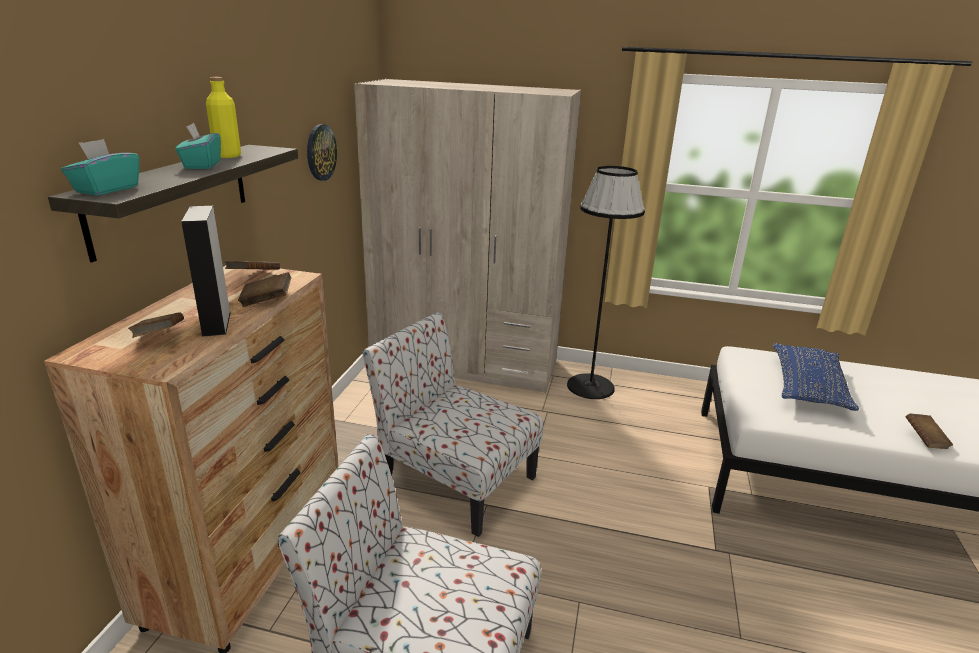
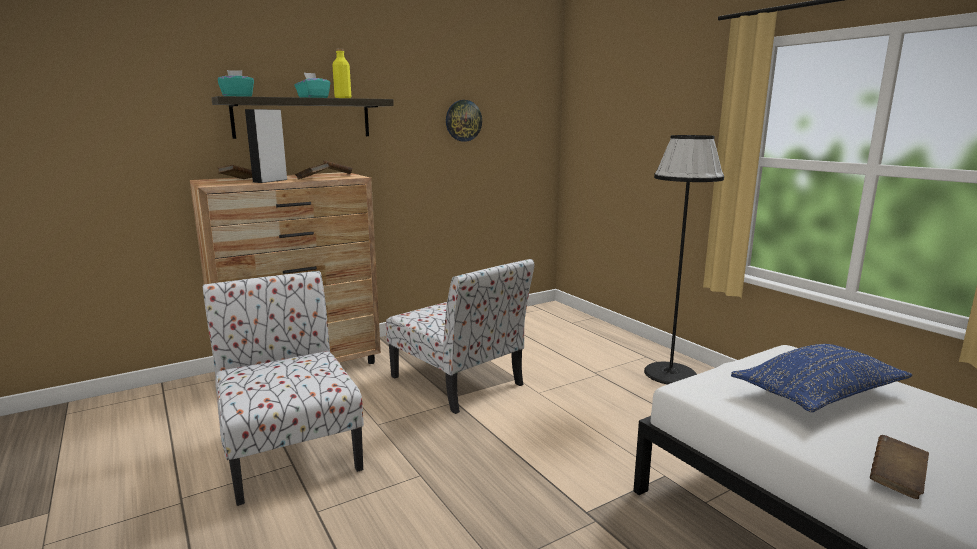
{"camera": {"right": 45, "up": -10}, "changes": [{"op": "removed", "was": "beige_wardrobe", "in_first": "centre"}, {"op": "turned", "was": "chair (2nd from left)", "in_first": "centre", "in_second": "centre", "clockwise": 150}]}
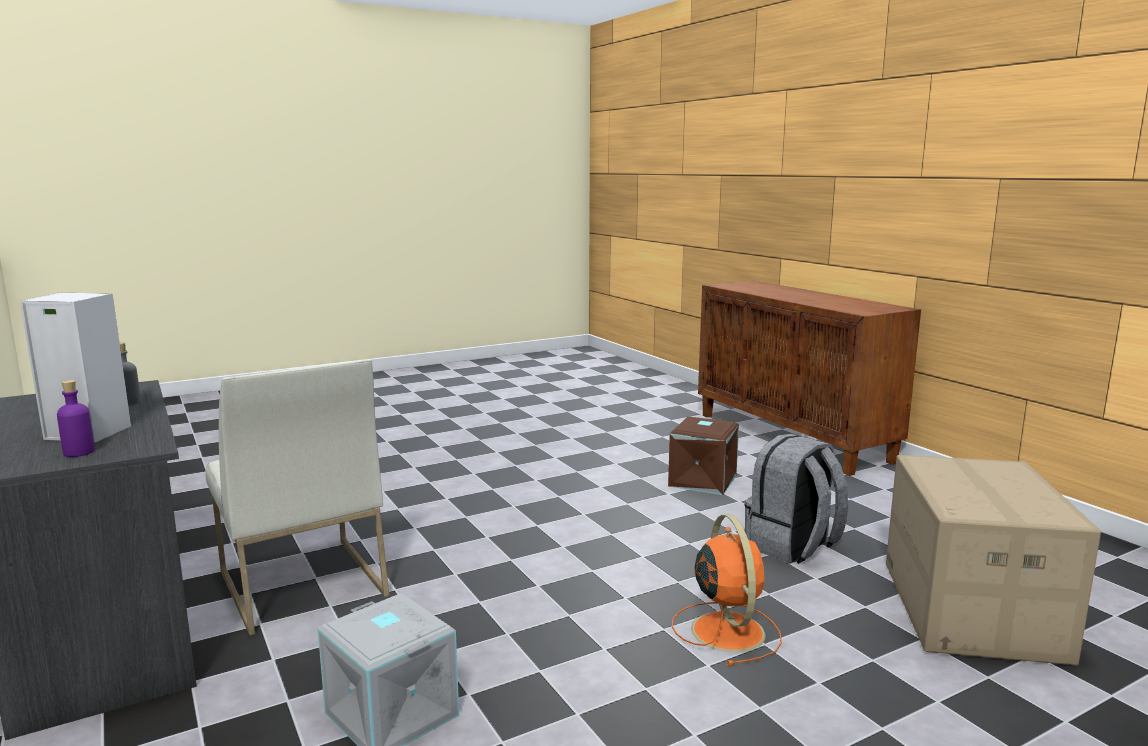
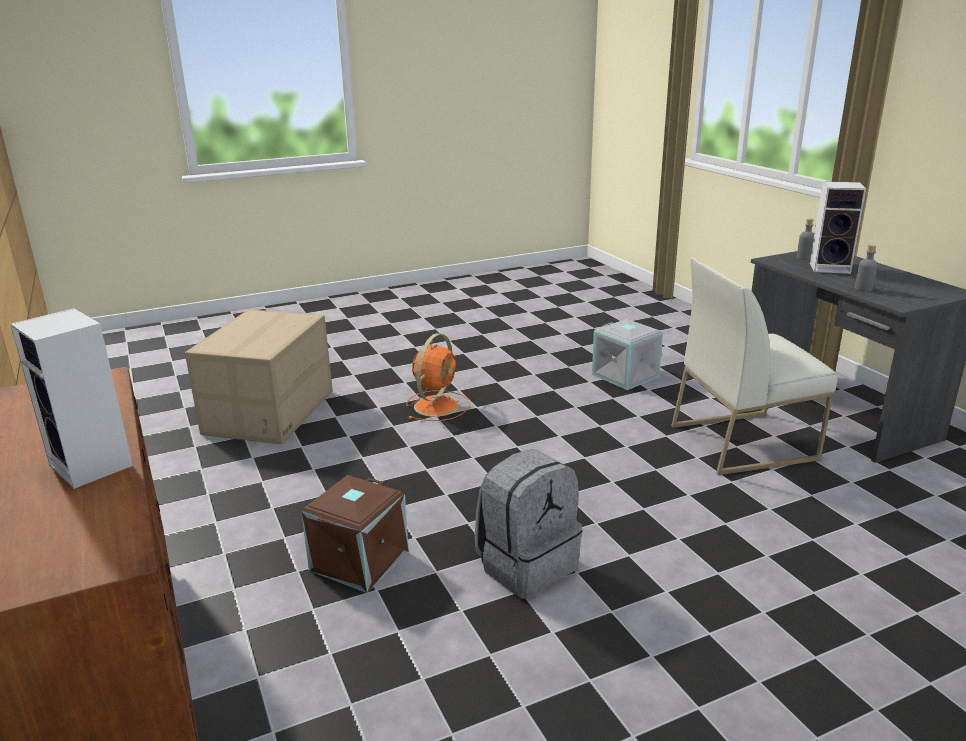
{"camera": {"right": -175, "up": 10}, "changes": [{"op": "added", "now": "speaker (1st from left)", "in_second": "middle left"}, {"op": "moved", "was": "grey_backpack", "in_first": "bottom right", "in_second": "bottom centre"}, {"op": "recoloured", "was": "purple_bottle", "now": "grey_bottle (1st from left)", "in_first": "middle left", "in_second": "top right"}, {"op": "turned", "was": "white_chair", "in_first": "middle left", "in_second": "middle right", "clockwise": -75}, {"op": "turned", "was": "orange_fan", "in_first": "bottom centre", "in_second": "centre", "clockwise": -150}]}
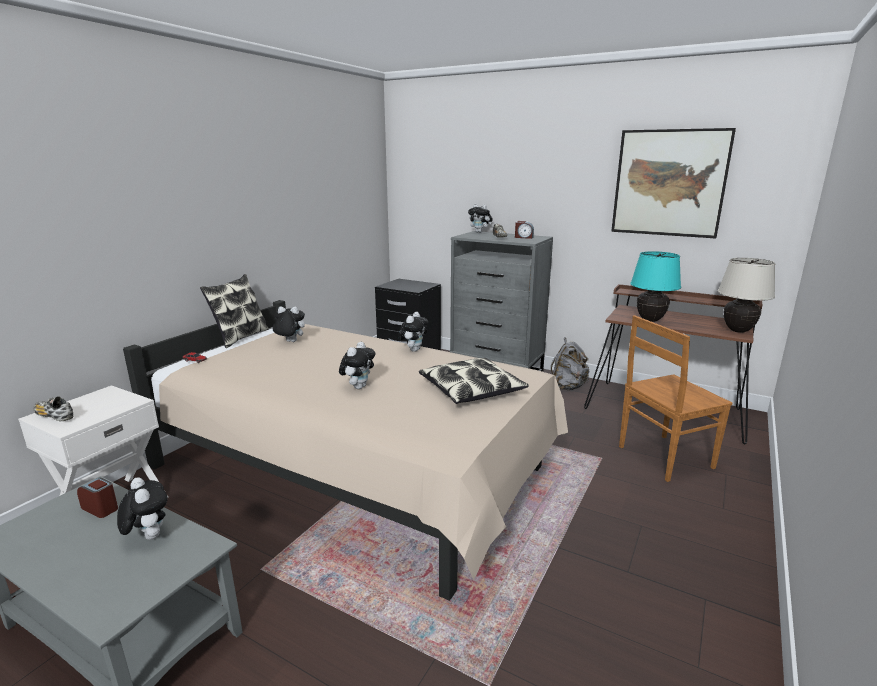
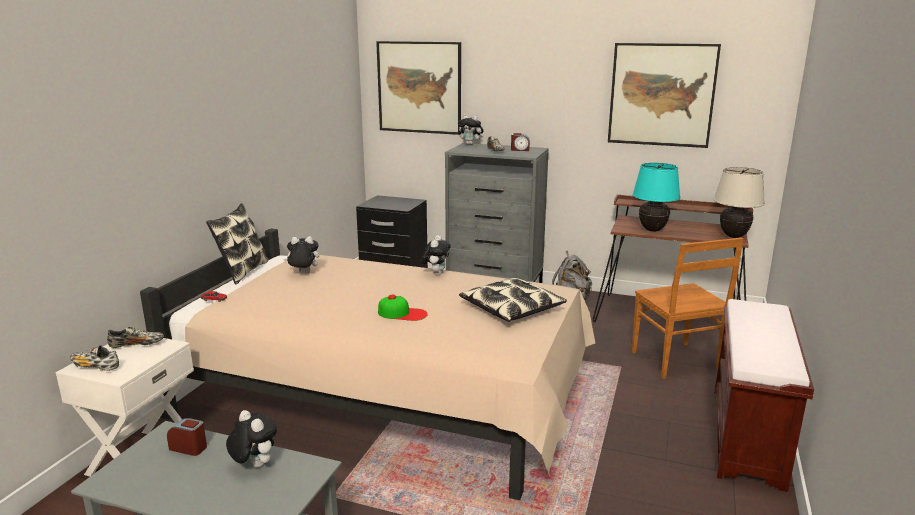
{"camera": {"right": -10, "up": 0}, "changes": [{"op": "added", "now": "shoe (2nd from left)", "in_second": "middle left"}, {"op": "added", "now": "picture (1st from left)", "in_second": "top centre"}, {"op": "added", "now": "brown_bench", "in_second": "bottom right"}, {"op": "replaced", "was": "plush_toy (3rd from left)", "now": "cap", "in_first": "centre", "in_second": "centre"}, {"op": "turned", "was": "brown_chair", "in_first": "middle right", "in_second": "middle right", "clockwise": -75}]}
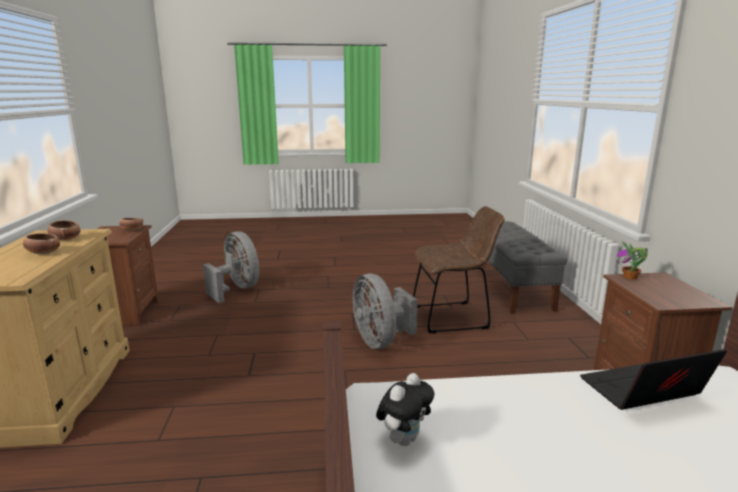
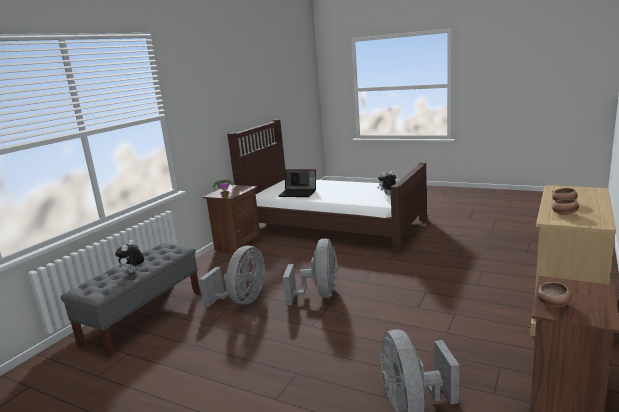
{"camera": {"right": -145, "up": 0}, "changes": [{"op": "added", "now": "plush_toy (1st from left)", "in_second": "middle left"}, {"op": "replaced", "was": "brown_chair", "now": "grey_fan (1st from left)", "in_first": "centre", "in_second": "bottom centre"}]}
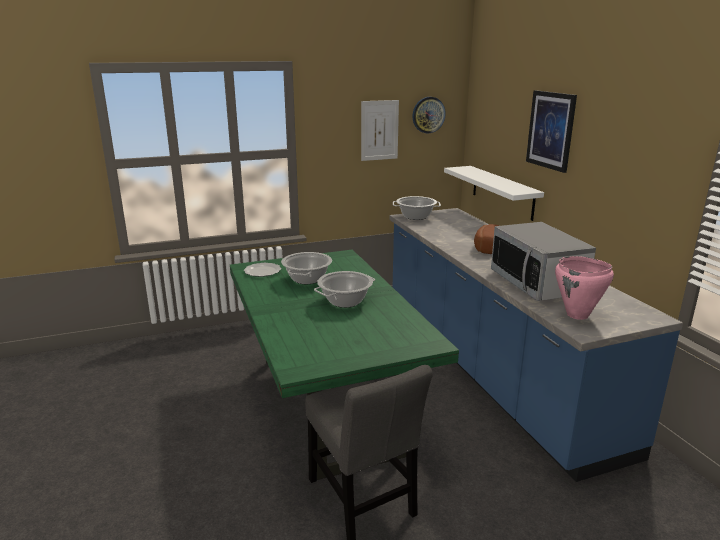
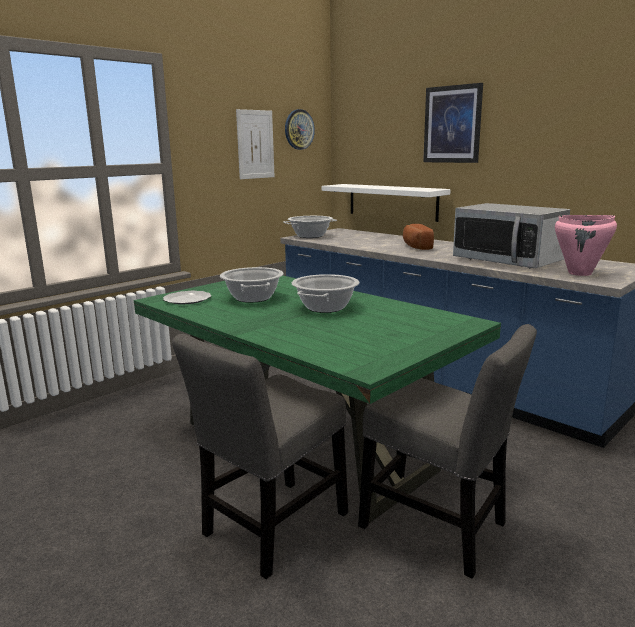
{"camera": {"right": -25, "up": -5}, "changes": [{"op": "added", "now": "grey_chair (1st from left)", "in_second": "bottom centre"}]}
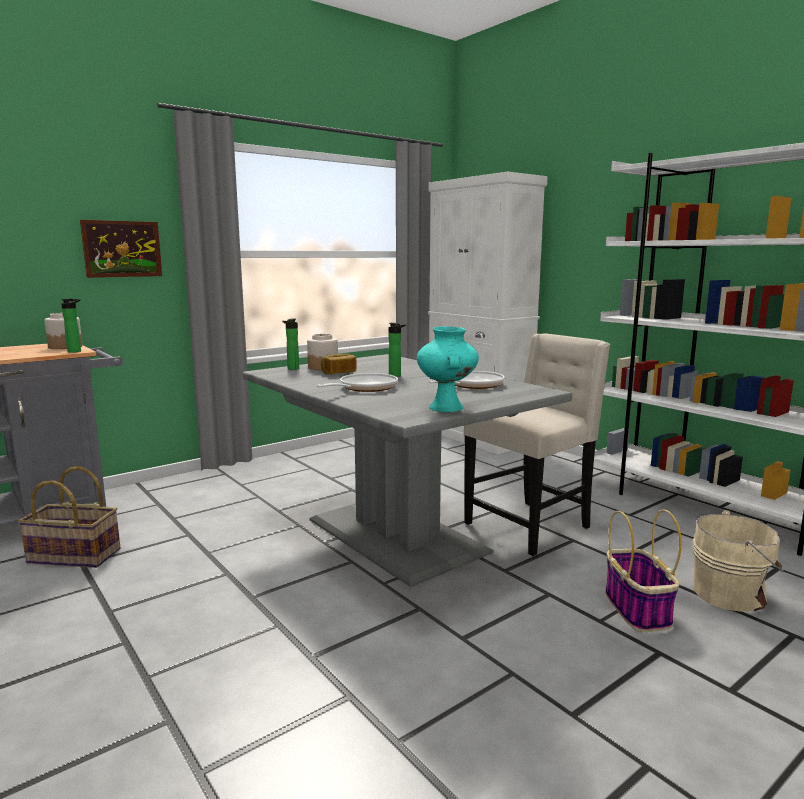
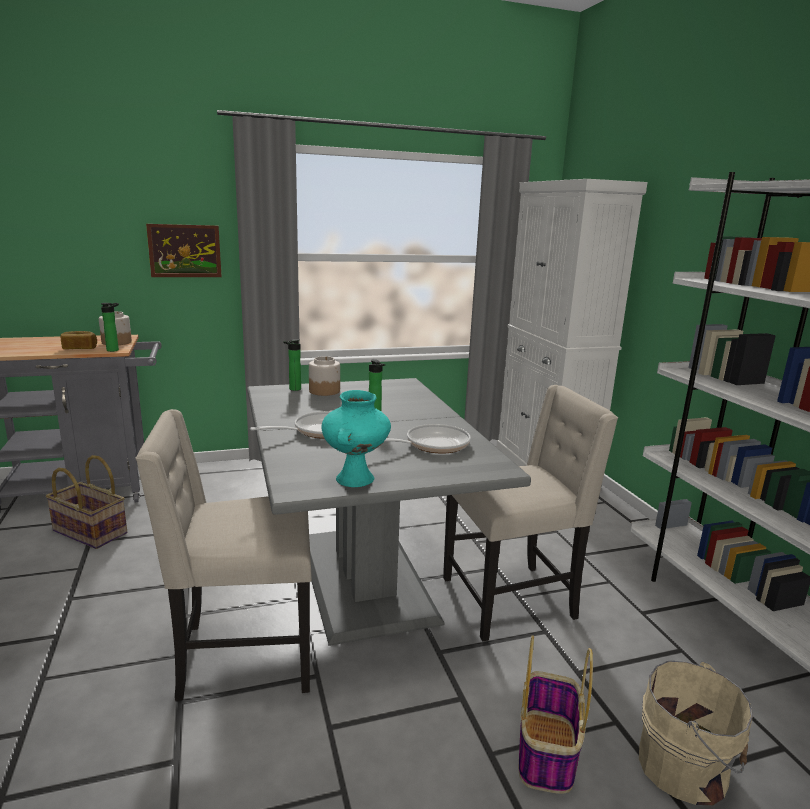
{"camera": {"right": 20, "up": 5}, "changes": [{"op": "added", "now": "beige_chair (1st from left)", "in_second": "bottom left"}, {"op": "moved", "was": "bread", "in_first": "centre", "in_second": "middle left"}]}
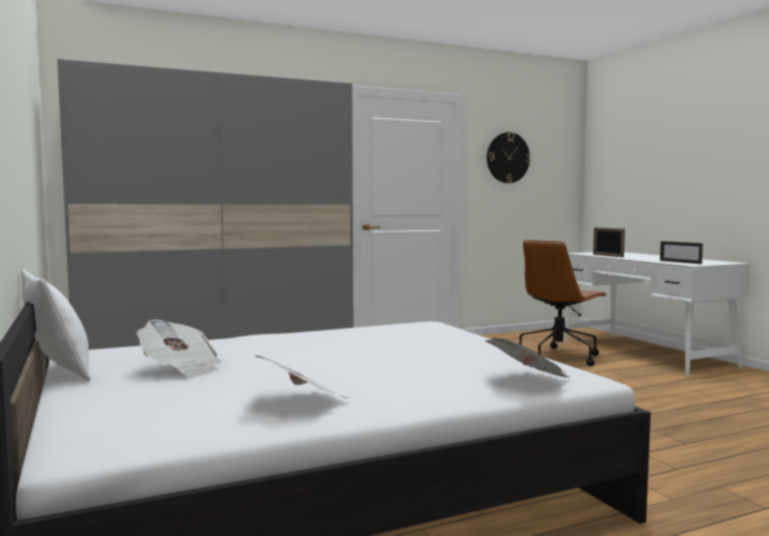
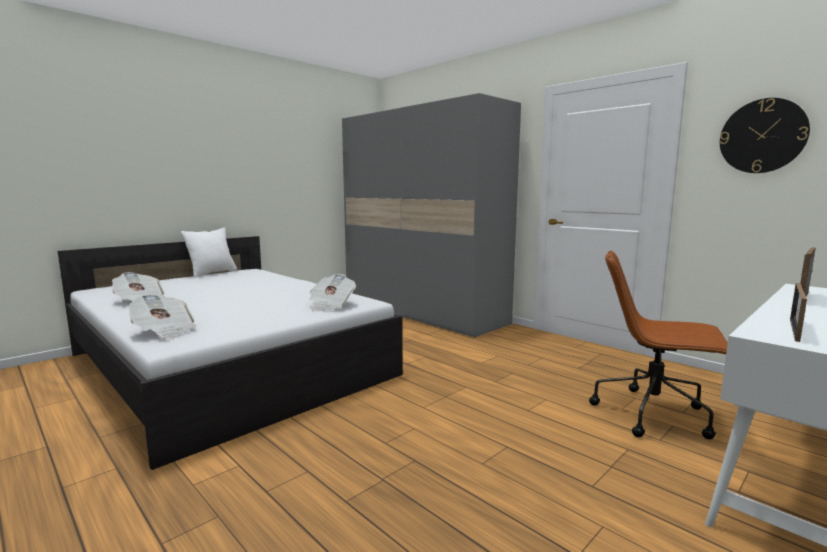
{"camera": {"right": 70, "up": 5}, "changes": [{"op": "moved", "was": "newspaper (1st from left in the first image)", "now": "newspaper (3rd from left)", "in_first": "middle left", "in_second": "centre"}]}
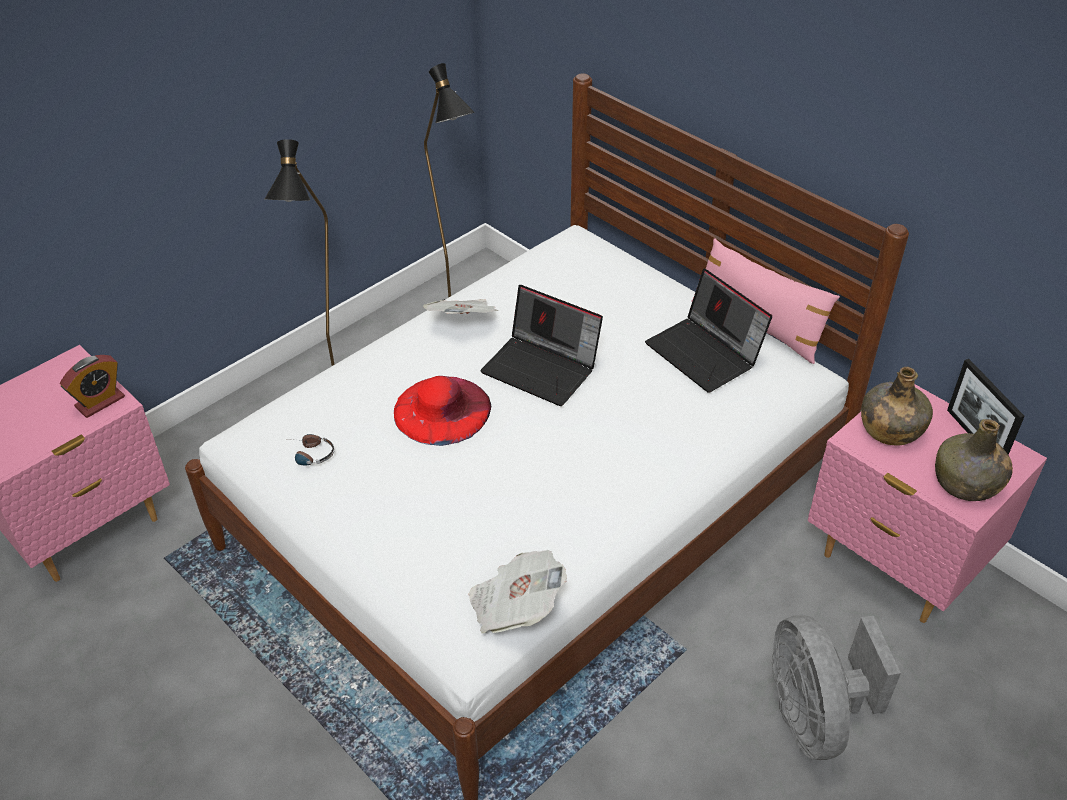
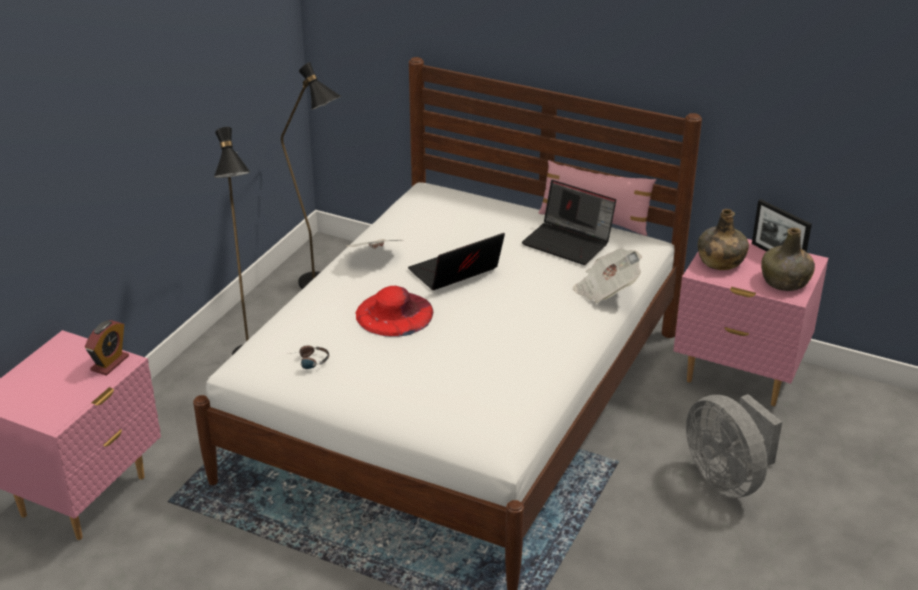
{"camera": {"right": -20, "up": -10}, "changes": [{"op": "moved", "was": "newspaper (2nd from left)", "in_first": "bottom centre", "in_second": "centre"}, {"op": "turned", "was": "laptop (1st from left)", "in_first": "centre", "in_second": "centre", "clockwise": 135}]}
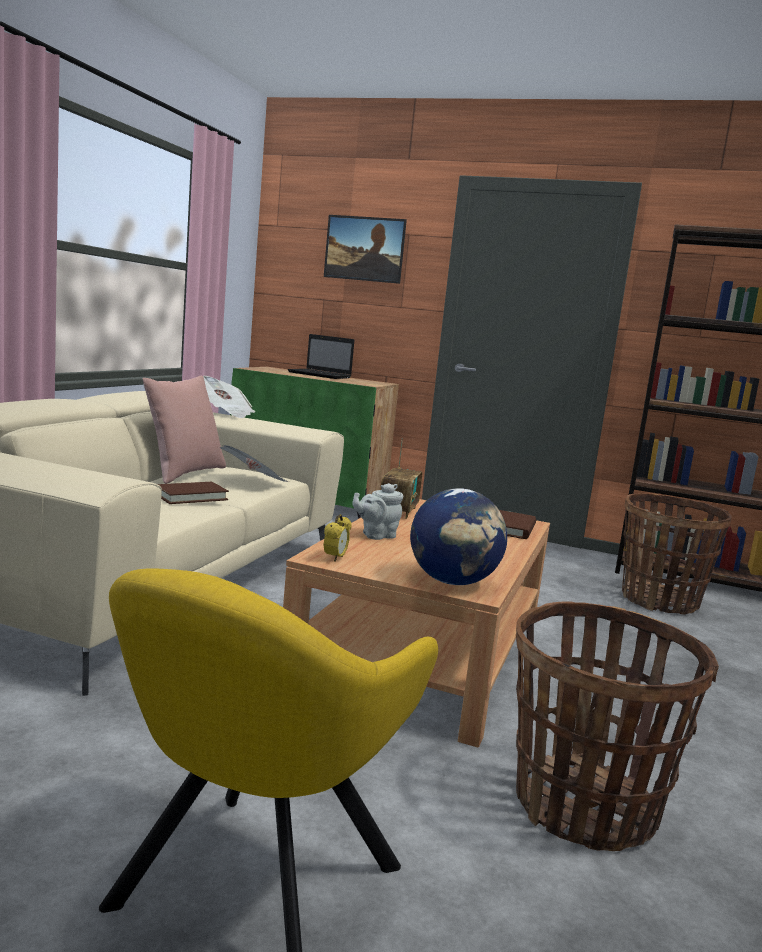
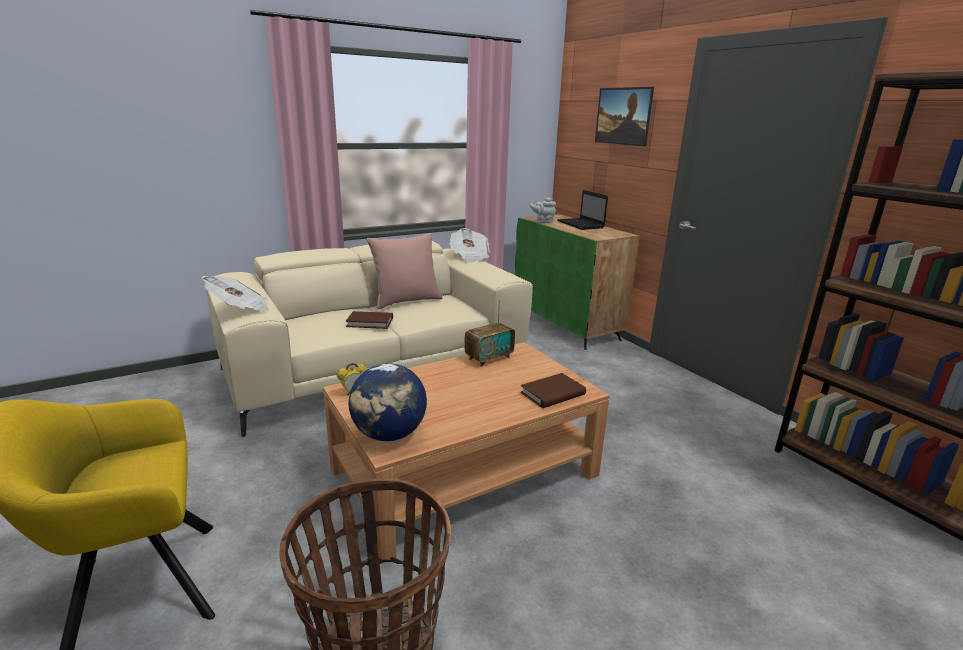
{"camera": {"right": 40, "up": 10}, "changes": [{"op": "removed", "was": "basket (2nd from left)", "in_first": "middle right"}, {"op": "moved", "was": "newspaper (2nd from left in the first image)", "now": "newspaper (1st from left)", "in_first": "centre", "in_second": "middle left"}, {"op": "moved", "was": "grey_teapot", "in_first": "centre", "in_second": "top centre"}]}
